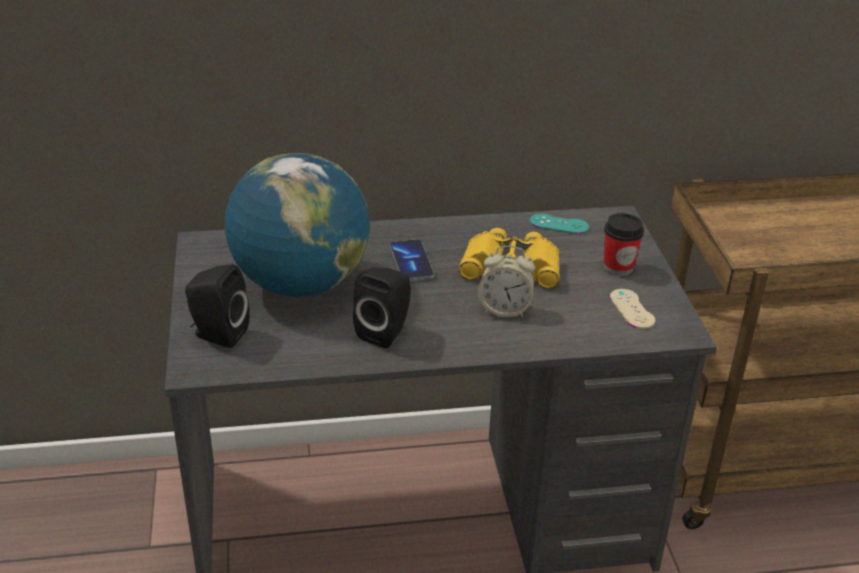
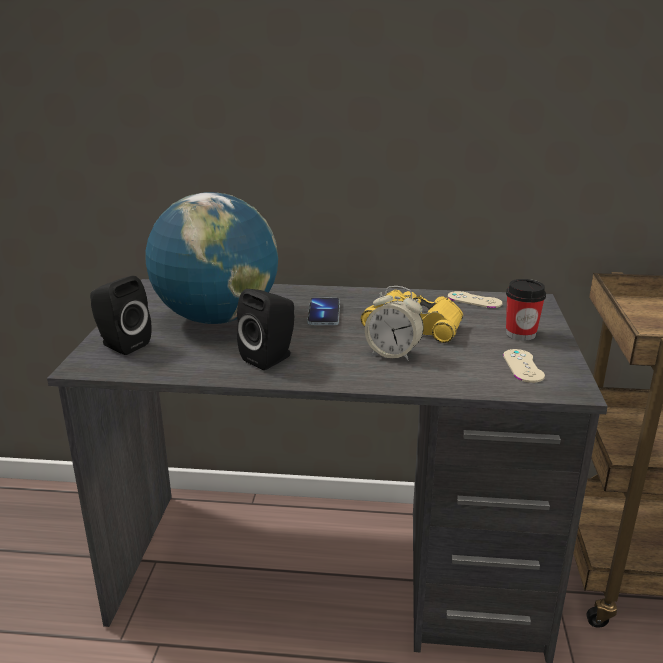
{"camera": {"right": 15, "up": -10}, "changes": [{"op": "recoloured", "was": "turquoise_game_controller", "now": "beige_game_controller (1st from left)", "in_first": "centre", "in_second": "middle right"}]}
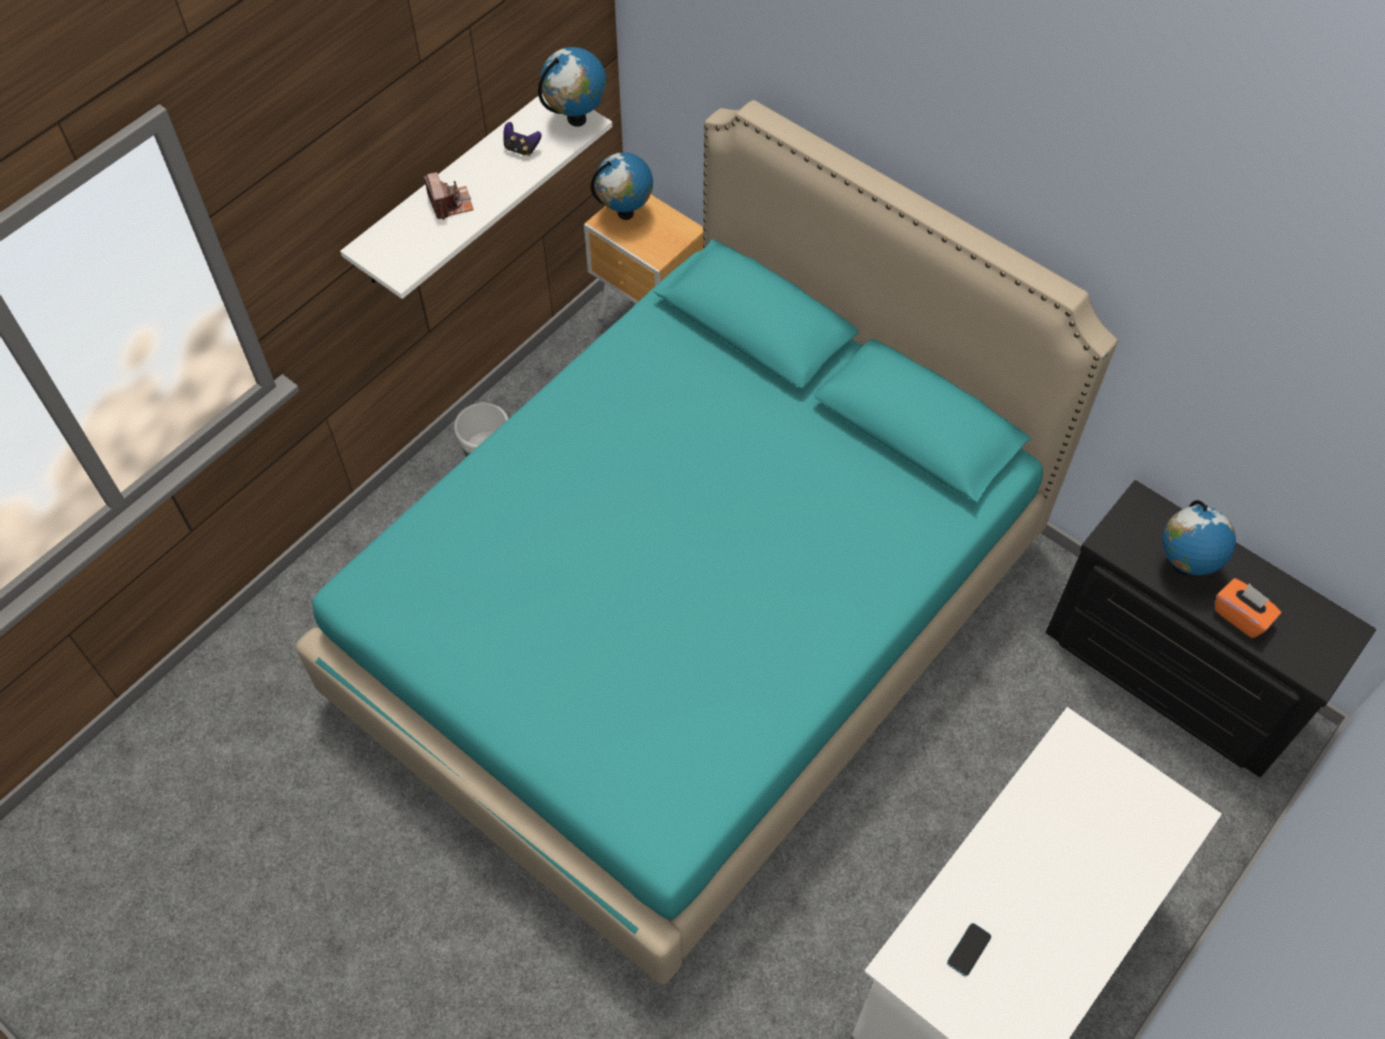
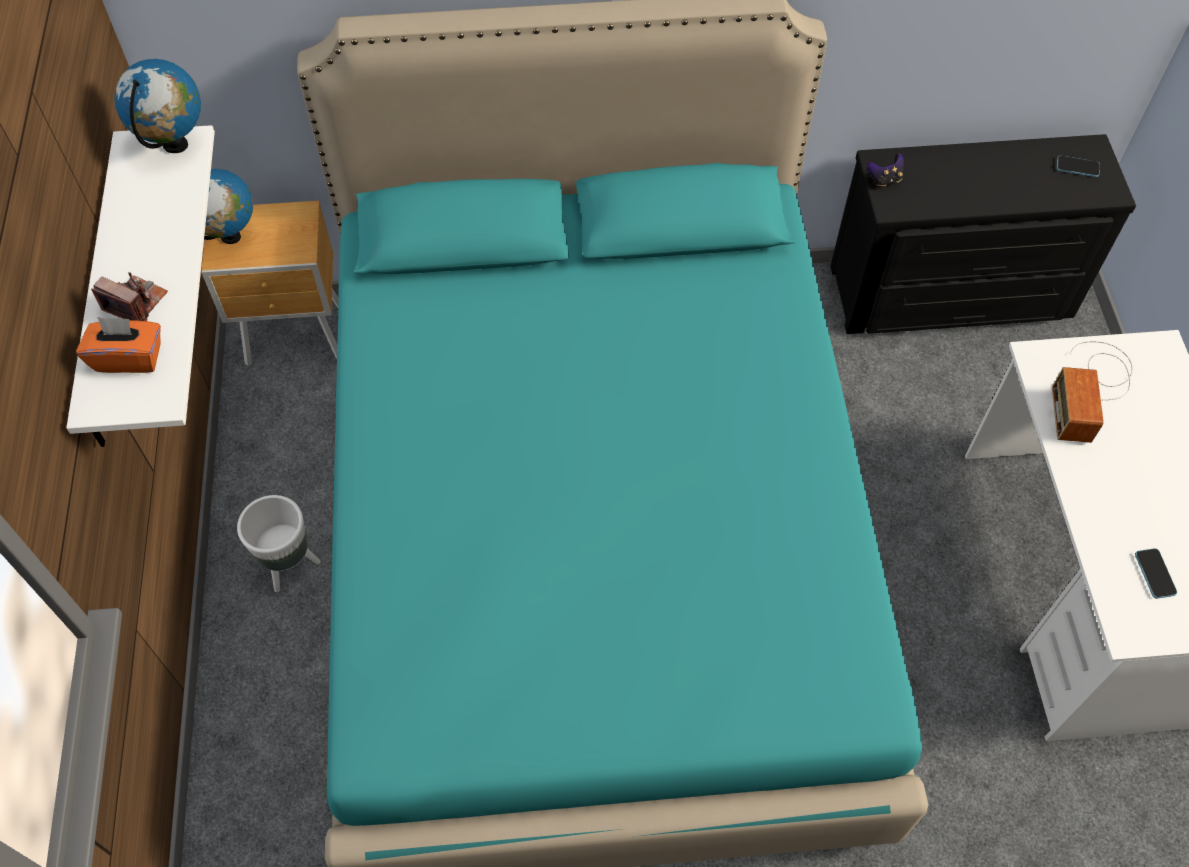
{"camera": {"right": -45, "up": 0}, "changes": [{"op": "removed", "was": "globe (3rd from left)", "in_first": "middle right"}, {"op": "added", "now": "radio", "in_second": "middle right"}, {"op": "added", "now": "phone (1st from left)", "in_second": "top right"}, {"op": "moved", "was": "game_controller", "in_first": "top centre", "in_second": "top right"}, {"op": "moved", "was": "orange_tissue_box", "in_first": "middle right", "in_second": "middle left"}]}
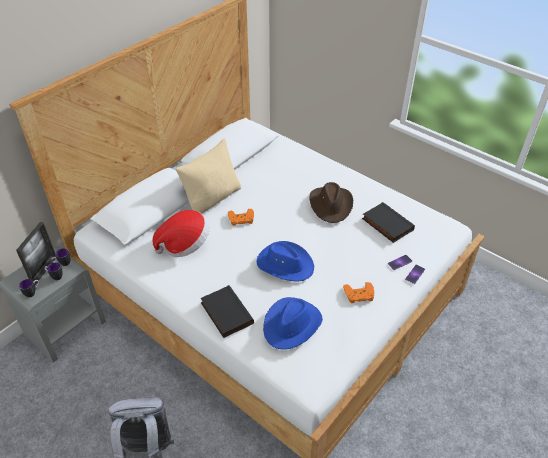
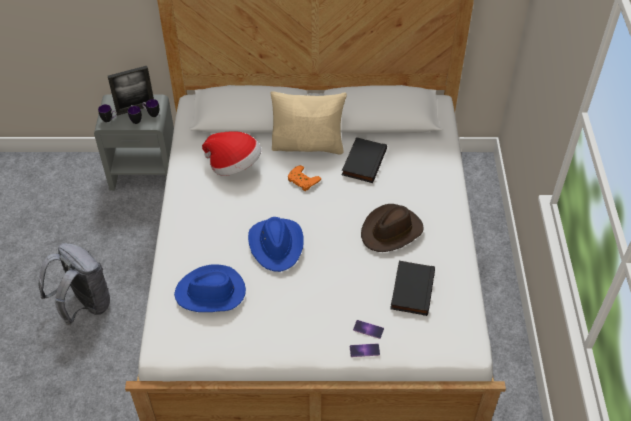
{"camera": {"right": 50, "up": 5}, "changes": [{"op": "removed", "was": "orange_game_controller (2nd from left)", "in_first": "centre"}, {"op": "moved", "was": "black_book (1st from left)", "in_first": "bottom centre", "in_second": "centre"}]}
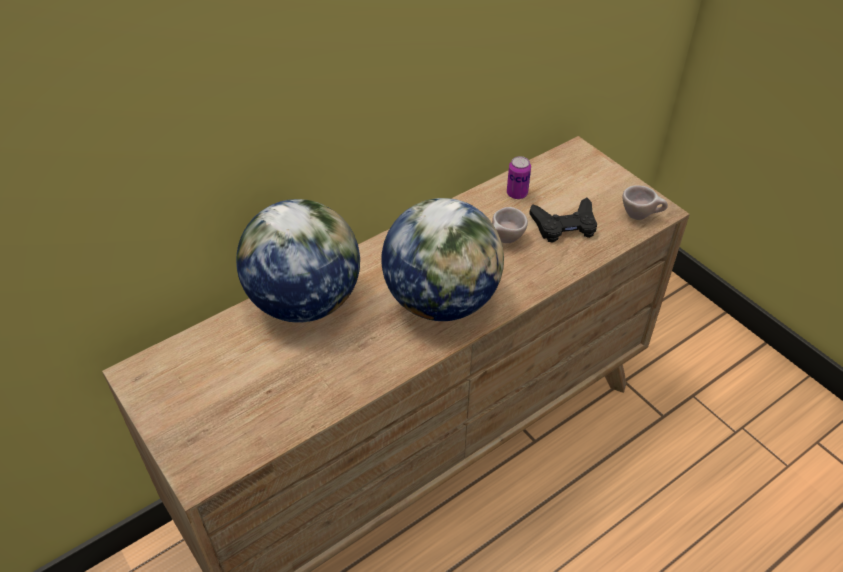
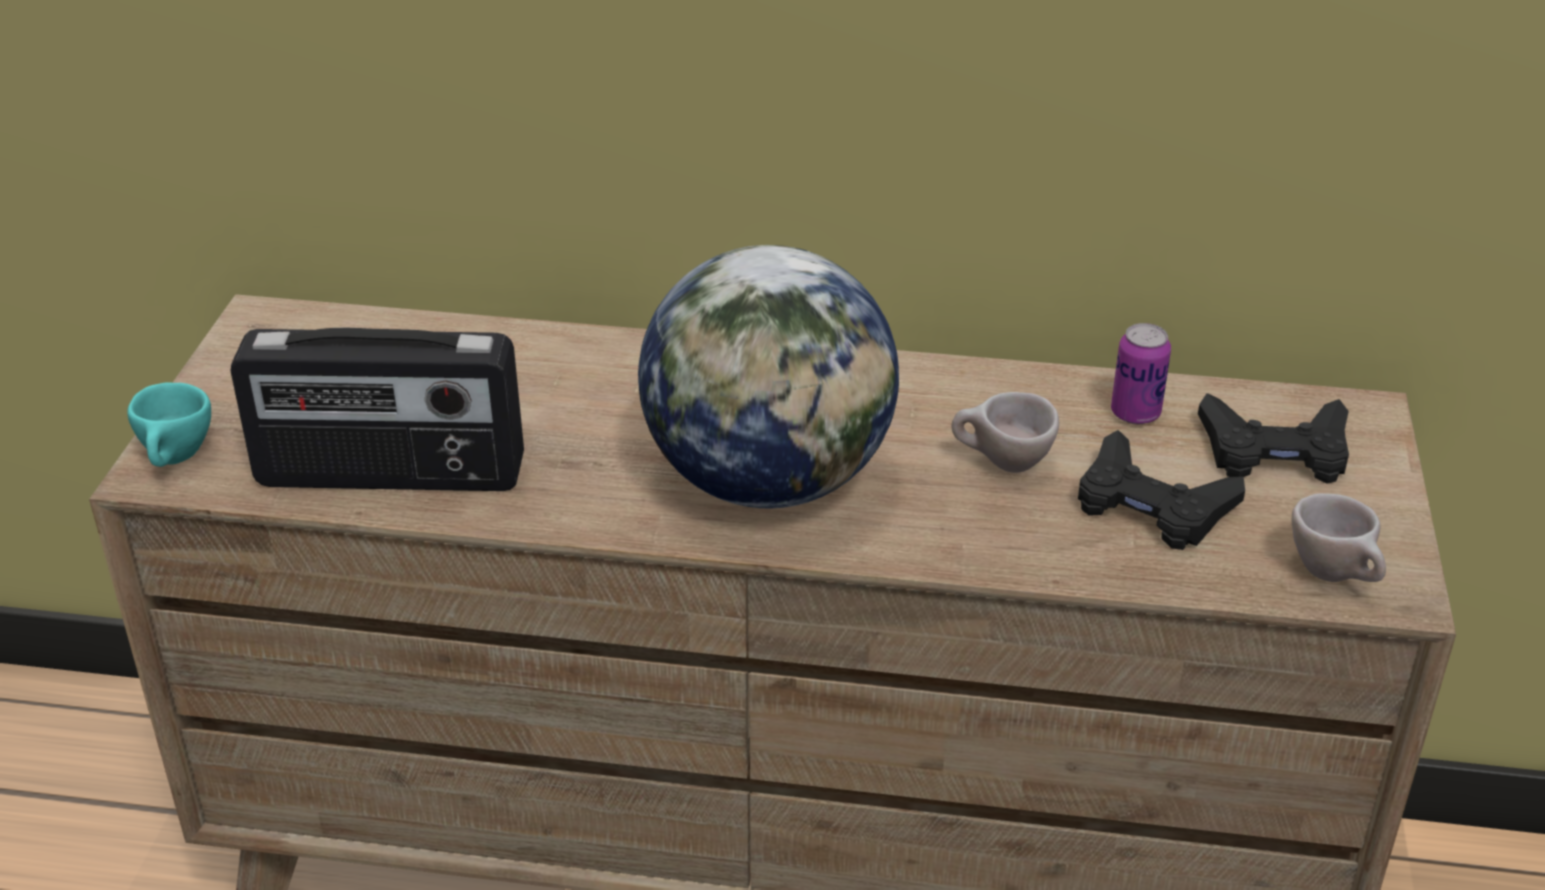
{"camera": {"right": 45, "up": -10}, "changes": [{"op": "removed", "was": "globe (1st from left)", "in_first": "centre"}, {"op": "added", "now": "turquoise_cup", "in_second": "middle left"}, {"op": "added", "now": "radio", "in_second": "middle left"}, {"op": "added", "now": "black_game_controller (2nd from left)", "in_second": "middle right"}]}
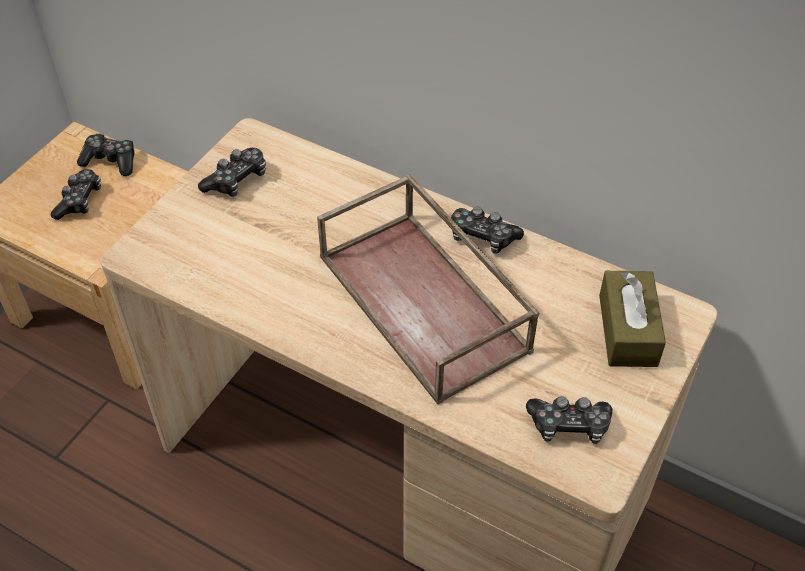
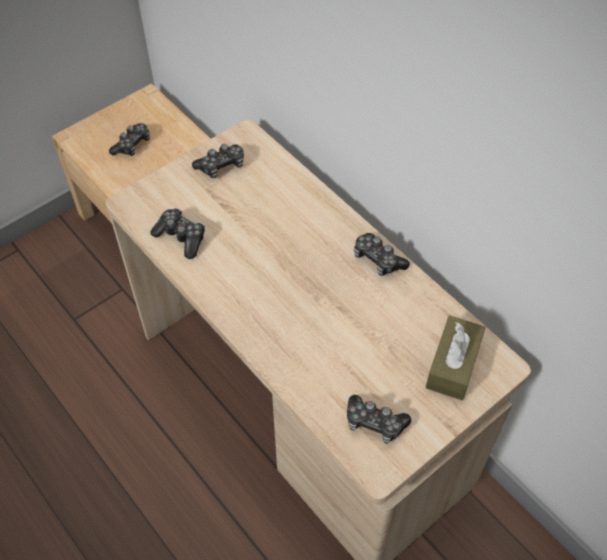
{"camera": {"right": 20, "up": 5}, "changes": [{"op": "removed", "was": "brown_tray", "in_first": "centre"}, {"op": "moved", "was": "game_controller (2nd from left)", "in_first": "top left", "in_second": "middle left"}]}
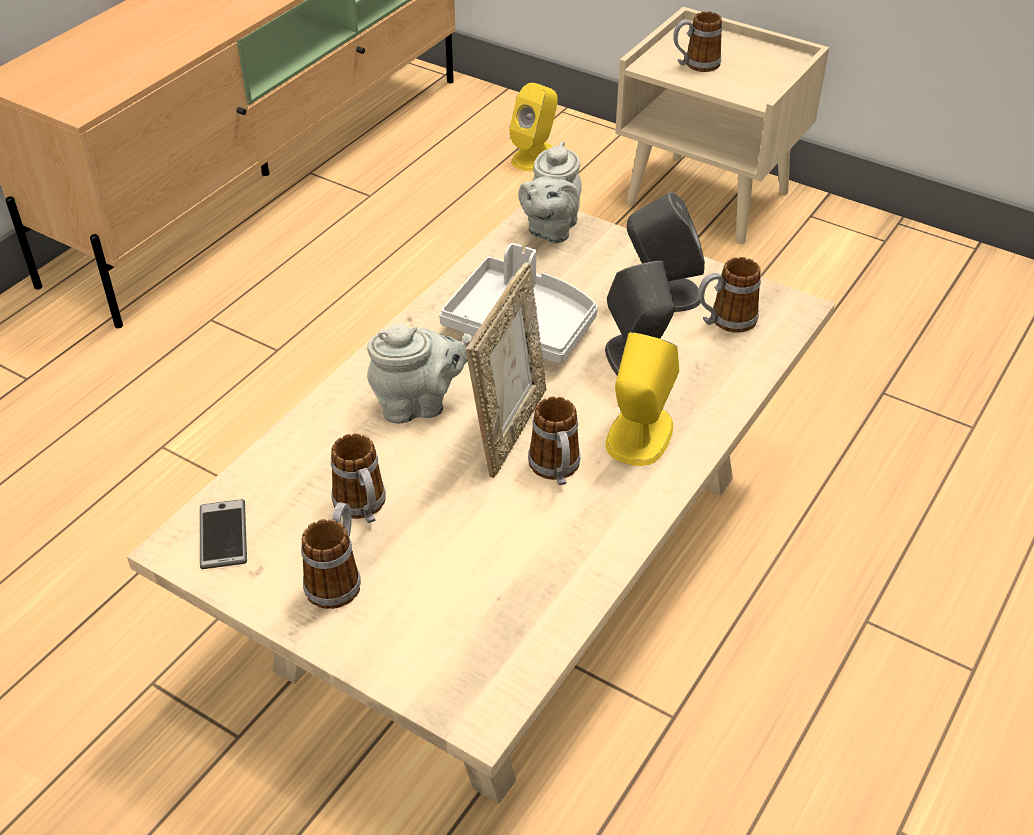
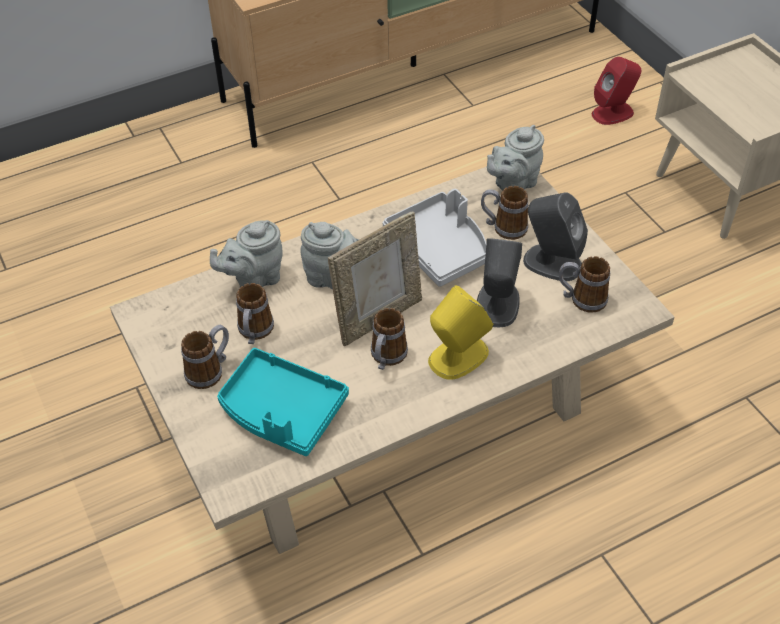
{"camera": {"right": 30, "up": 5}, "changes": [{"op": "removed", "was": "phone", "in_first": "middle left"}, {"op": "added", "now": "grey_teapot (1st from left)", "in_second": "middle left"}, {"op": "added", "now": "turquoise_tray", "in_second": "centre"}, {"op": "moved", "was": "mug (4th from left)", "in_first": "top right", "in_second": "centre"}, {"op": "recoloured", "was": "yellow_speaker (1st from left)", "now": "red_speaker", "in_first": "top centre", "in_second": "top right"}]}
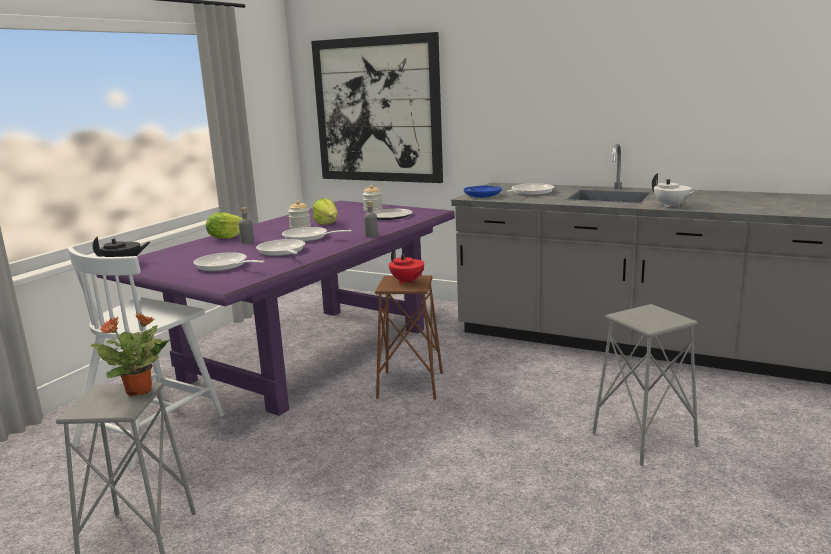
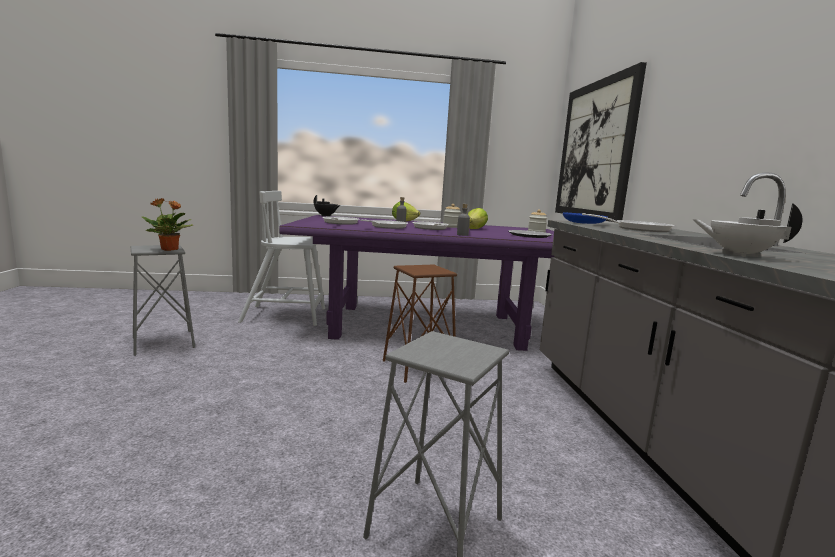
{"camera": {"right": 55, "up": -5}, "changes": [{"op": "removed", "was": "red_teapot", "in_first": "centre"}, {"op": "turned", "was": "white_teapot", "in_first": "middle right", "in_second": "middle right", "clockwise": 90}]}
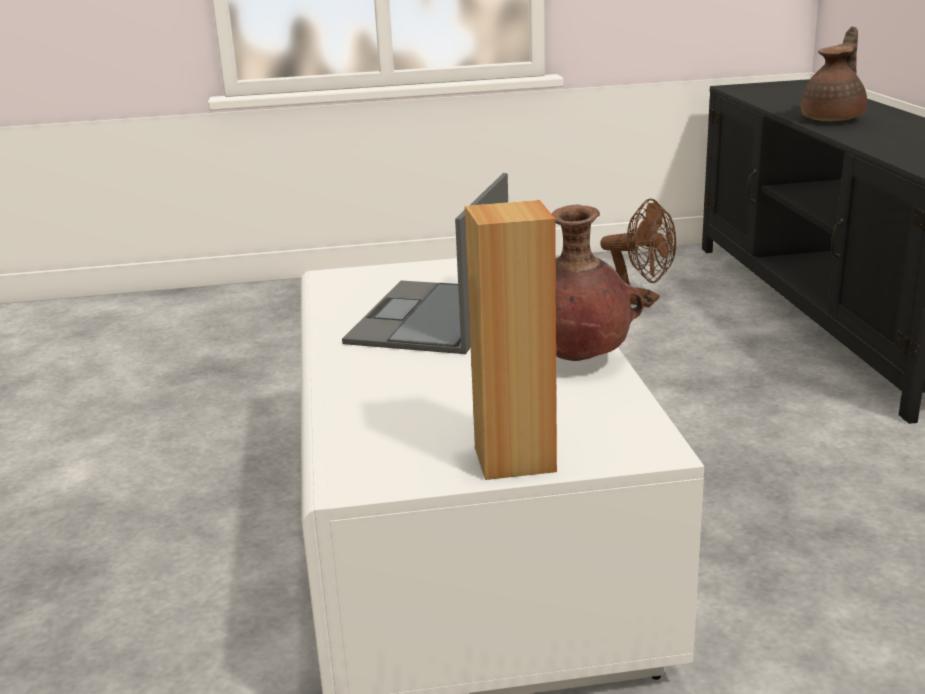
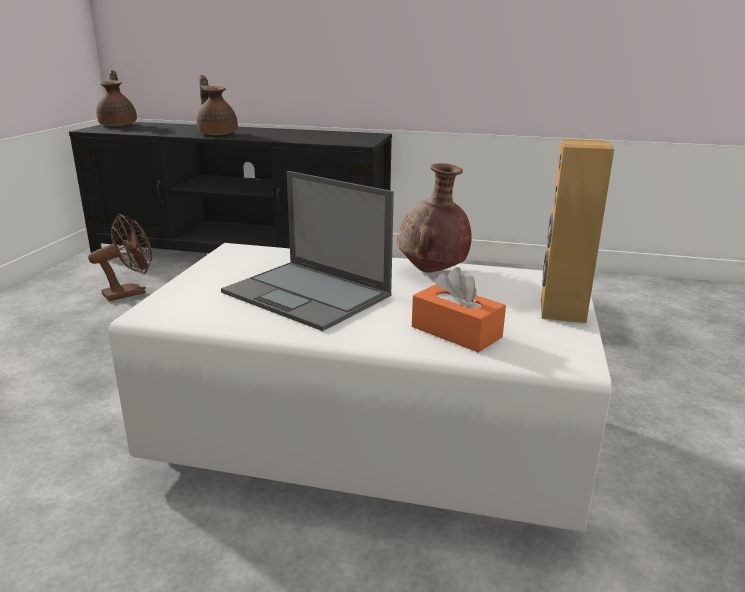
{"camera": {"right": -70, "up": 0}, "changes": [{"op": "added", "now": "brown_teapot (1st from left)", "in_second": "top left"}, {"op": "added", "now": "orange_tissue_box", "in_second": "centre"}]}
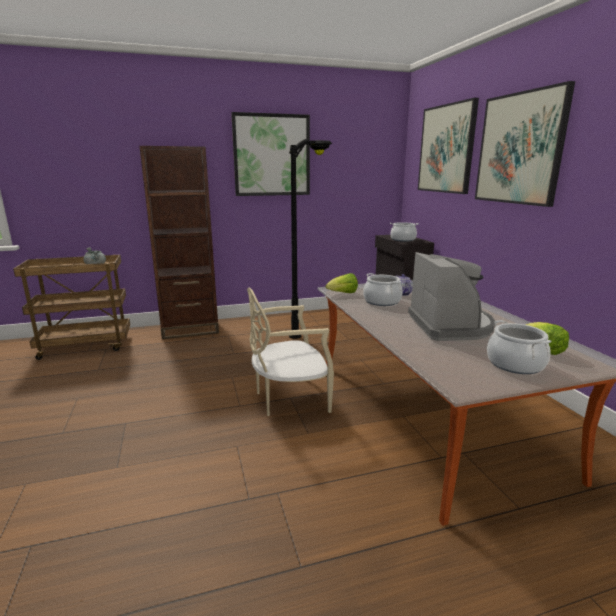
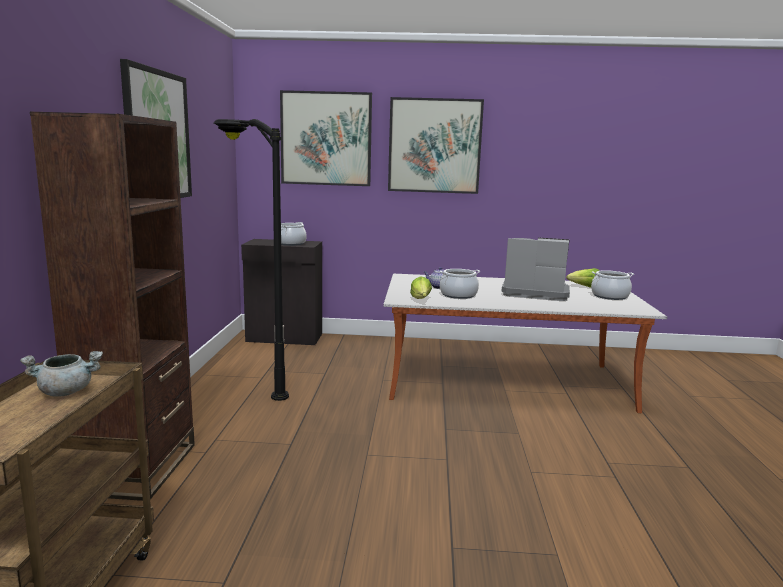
{"camera": {"right": -70, "up": -5}, "changes": [{"op": "removed", "was": "beige_chair", "in_first": "centre"}]}
